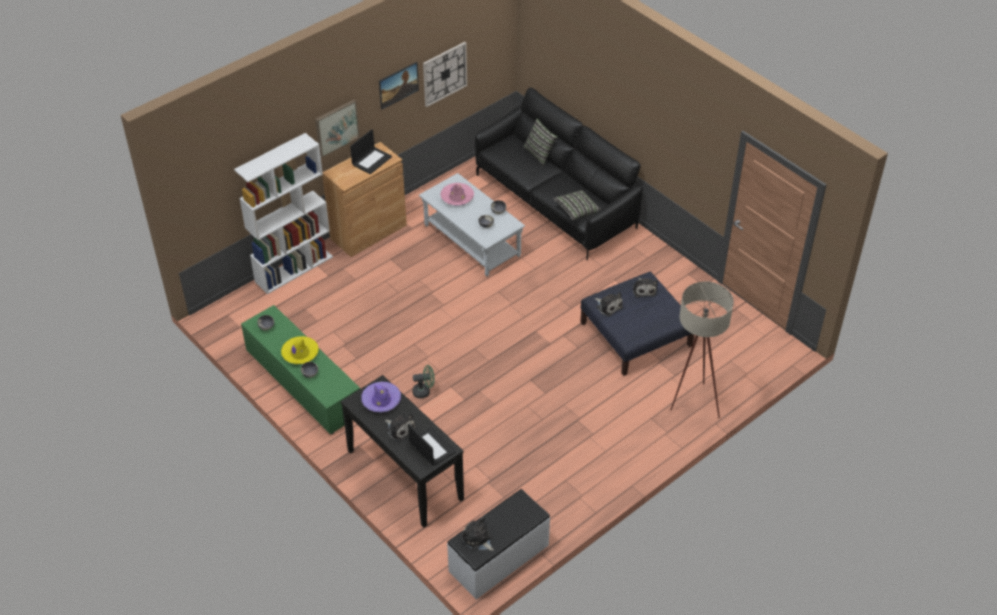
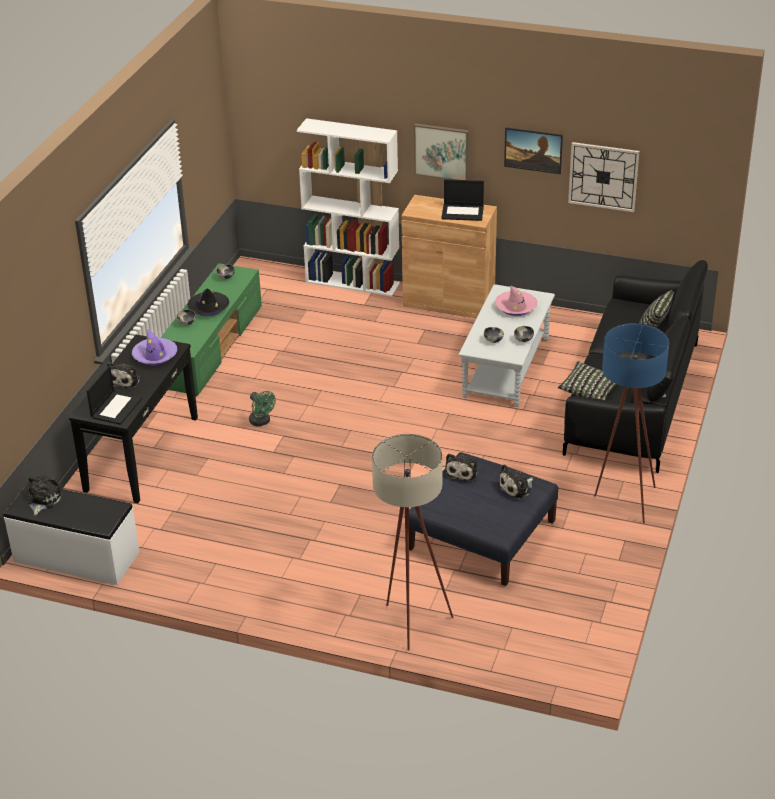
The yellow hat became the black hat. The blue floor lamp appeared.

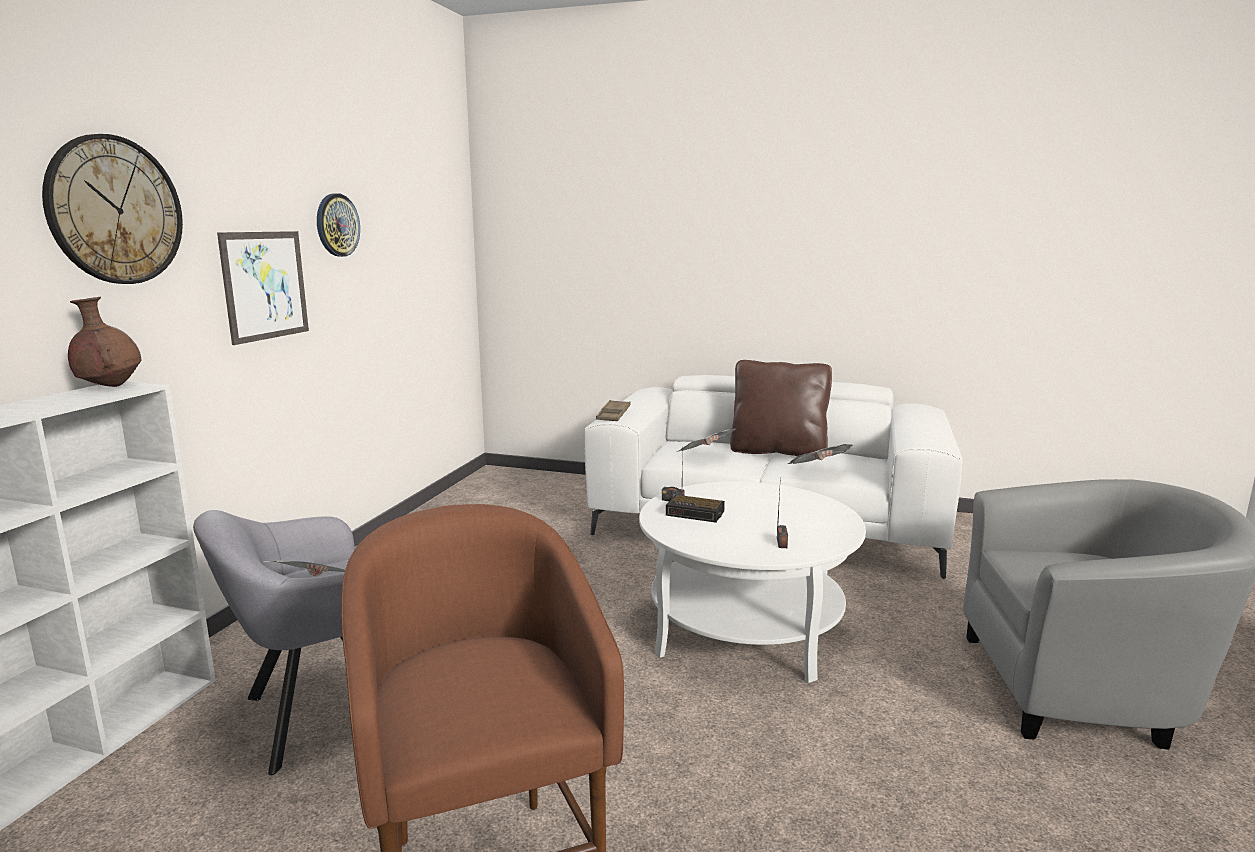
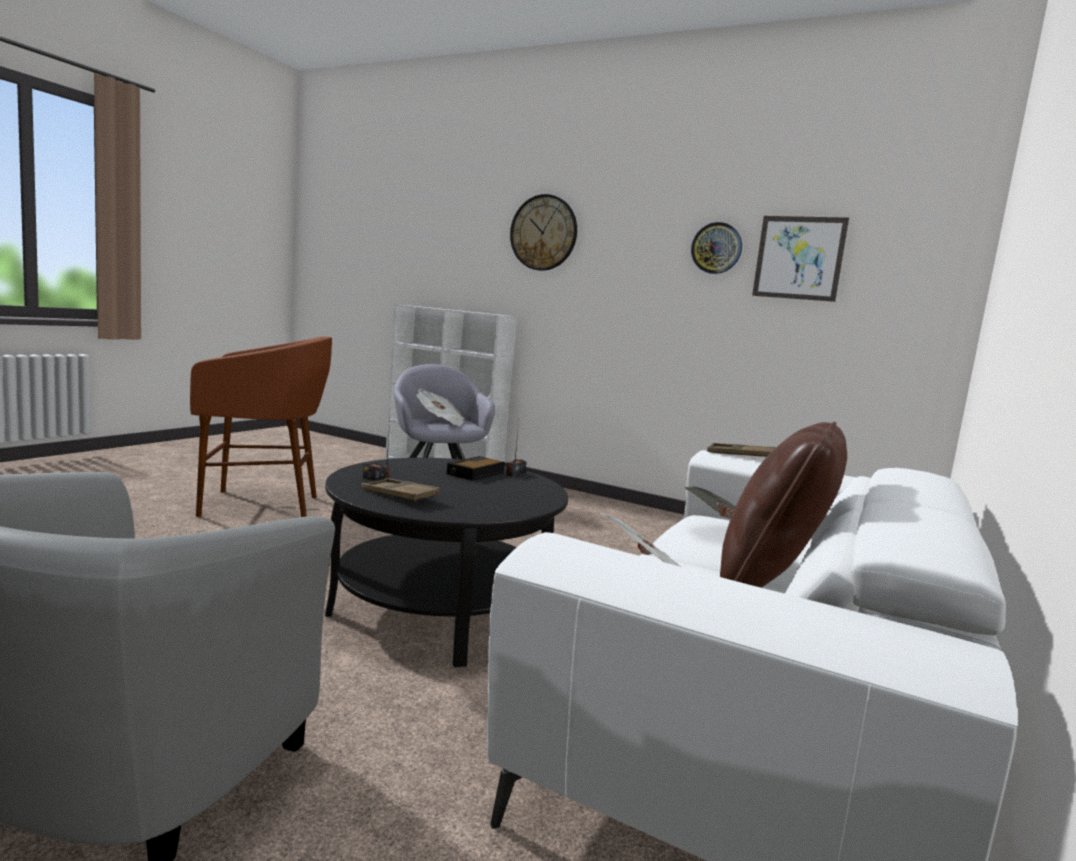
The brown vase disappeared. The picture moved. The white coffee table became the black coffee table. The brown tray (no. 1 from left) appeared.

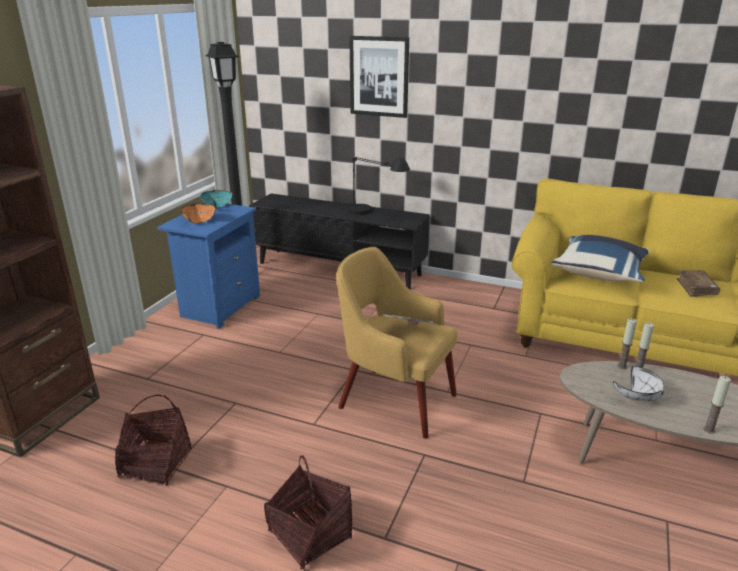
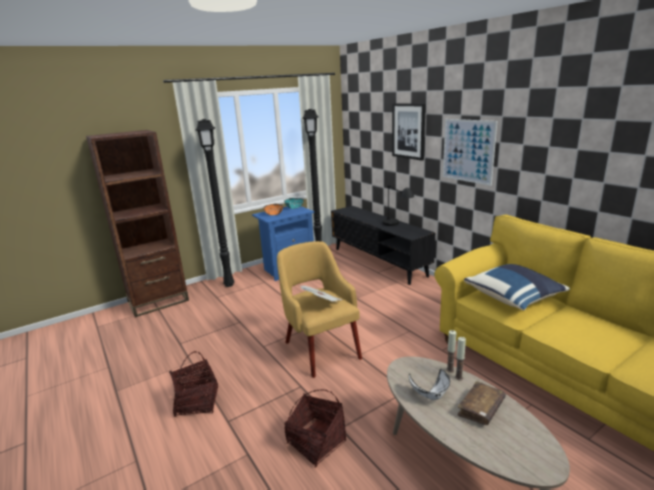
The basket (no. 1 from left in the first image) moved. The brown book moved. The candle (no. 3 from left) disappeared. The black floor lamp (no. 1 from left) appeared. The picture (no. 2 from left) appeared.

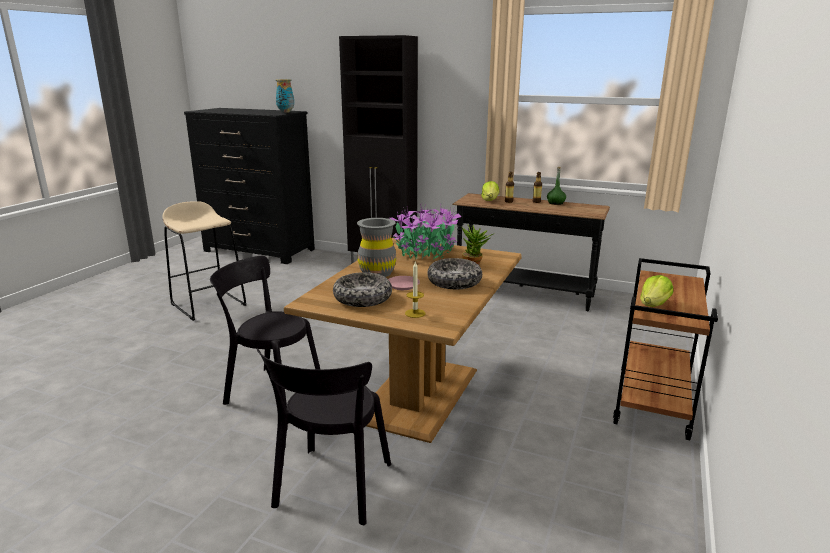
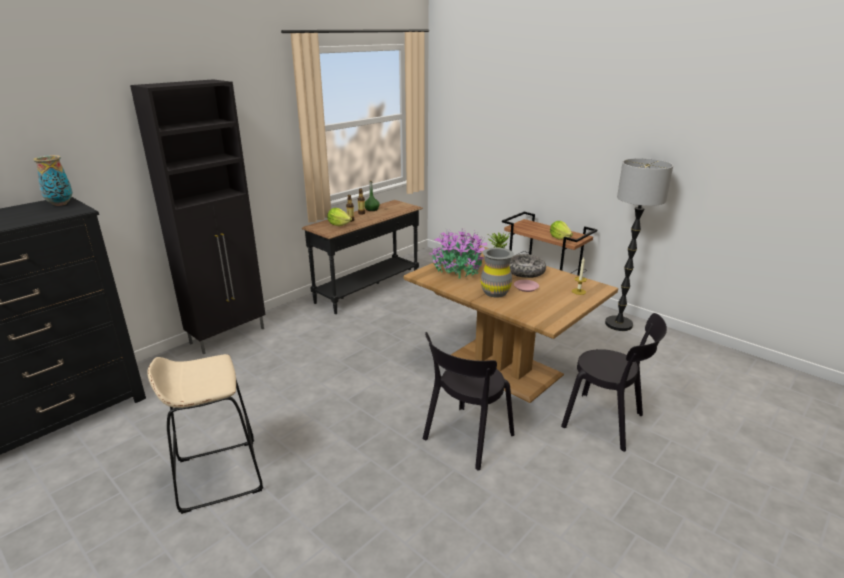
The bowl (no. 1 from left) disappeared. The floor lamp appeared.

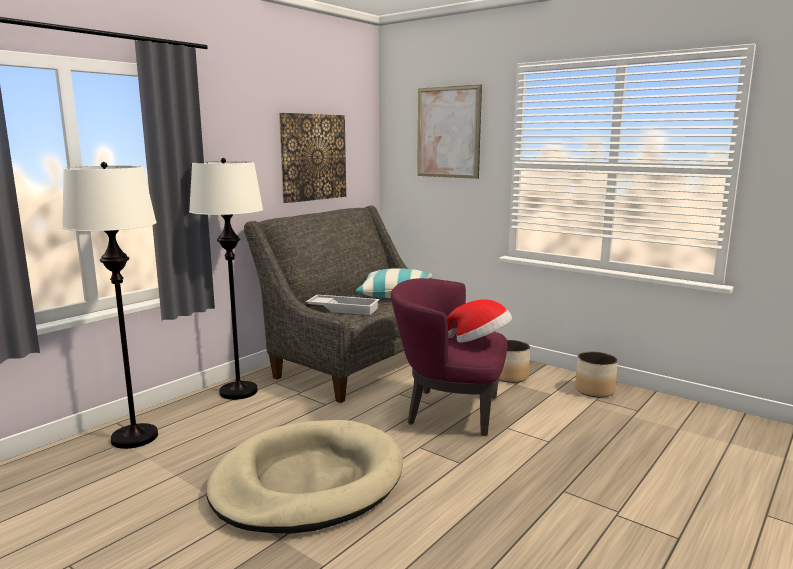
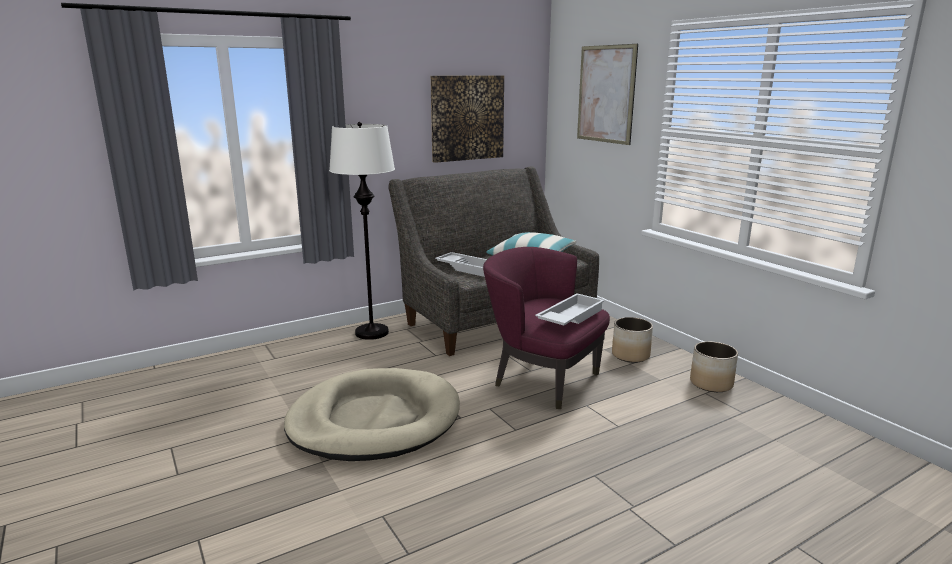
The white floor lamp (no. 1 from left) disappeared. The hat was replaced by the white tray (no. 2 from left).

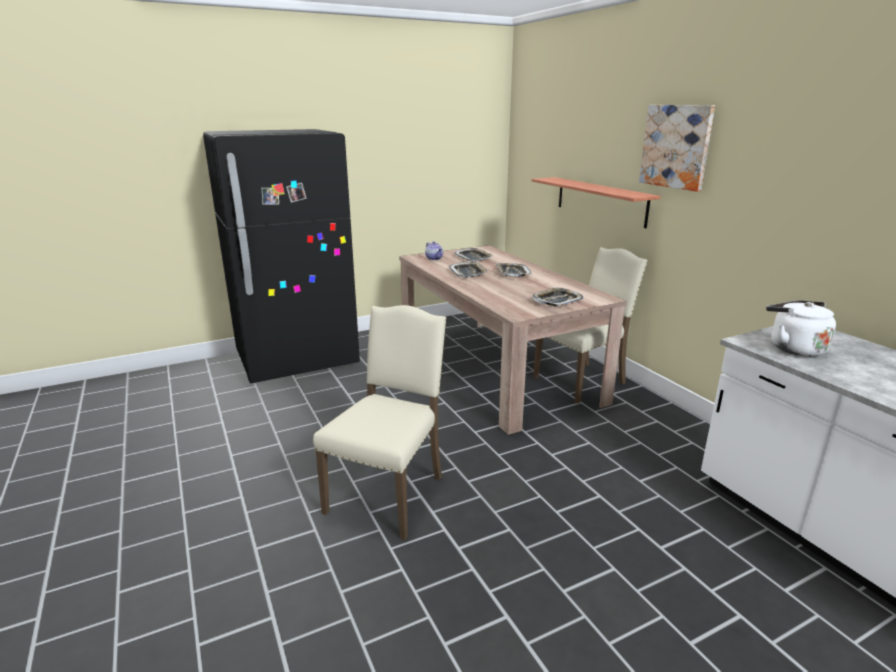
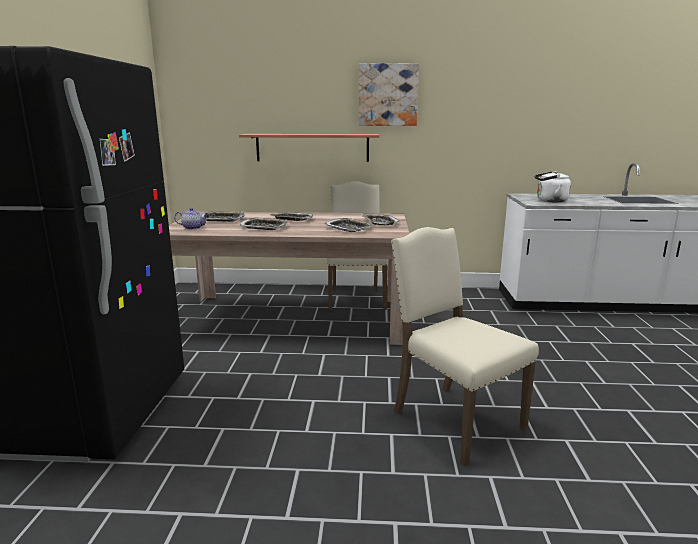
The tray (no. 4 from left) appeared.

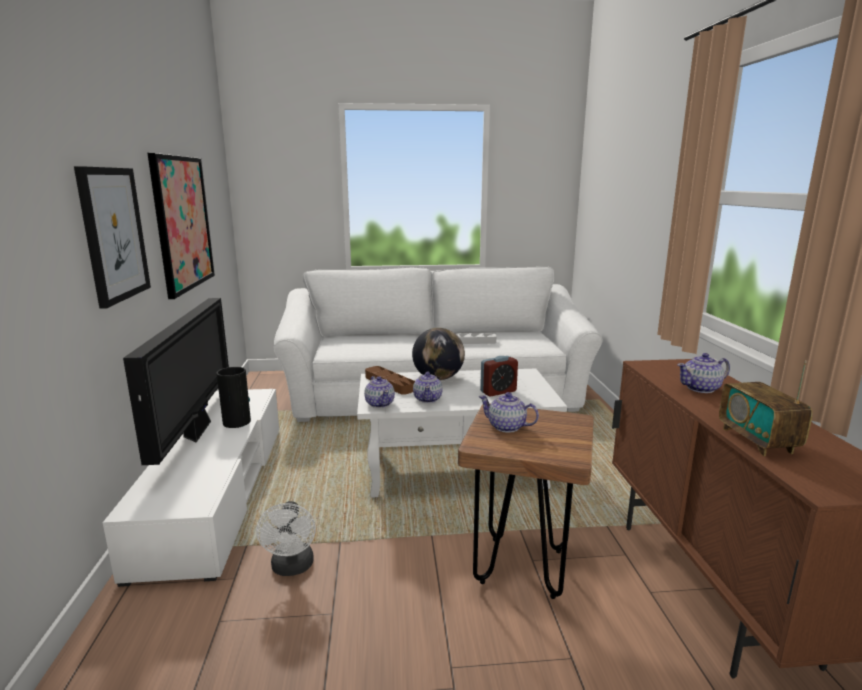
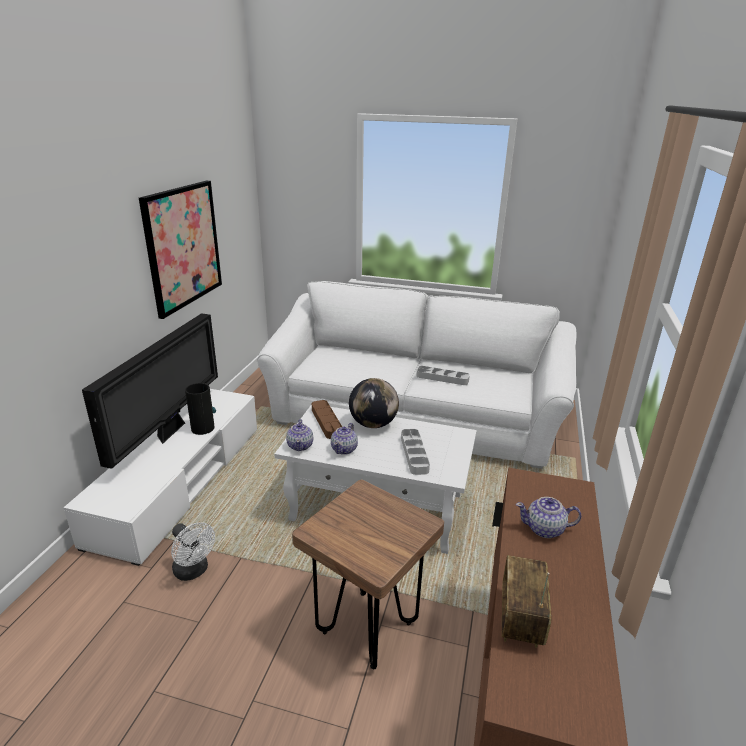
The picture (no. 1 from left) disappeared. The white fan turned 60 degrees counterclockwise. The teapot (no. 3 from left) disappeared. The alarm clock was replaced by the grey tray (no. 1 from left).

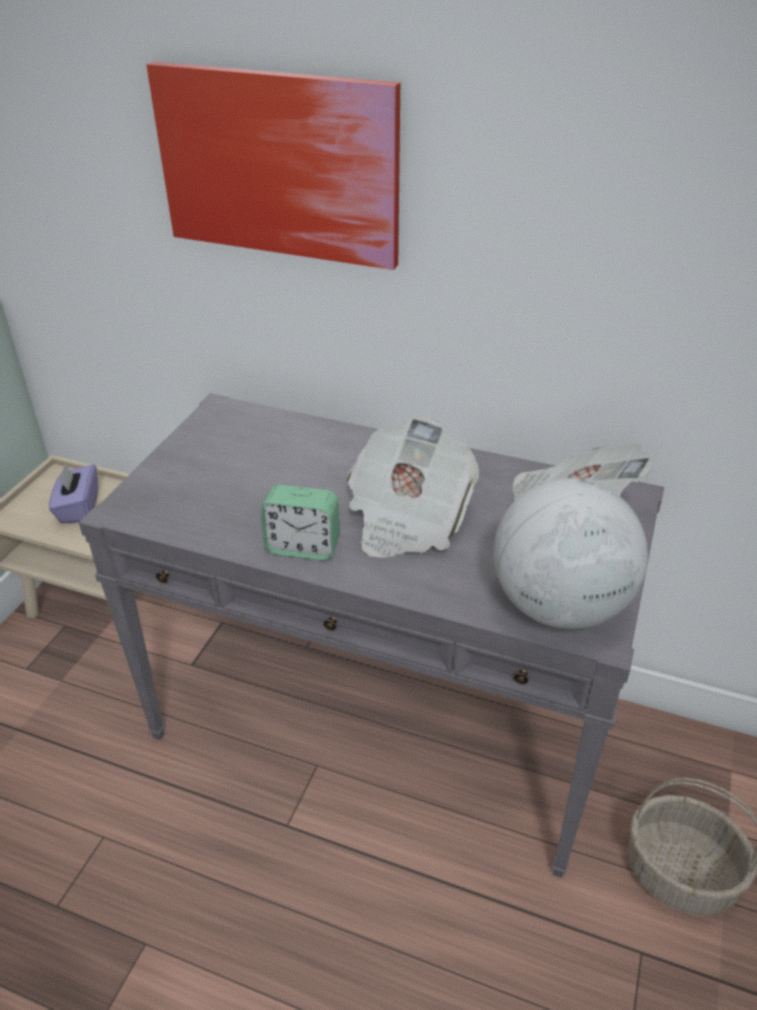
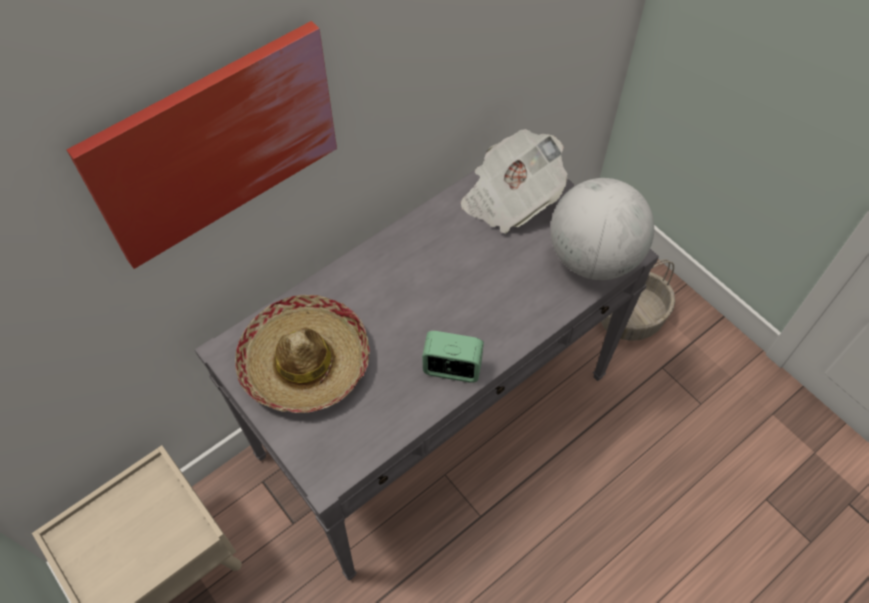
The purple tissue box disappeared. The alarm clock turned 120 degrees counterclockwise. The newspaper (no. 1 from left) disappeared. The hat appeared.

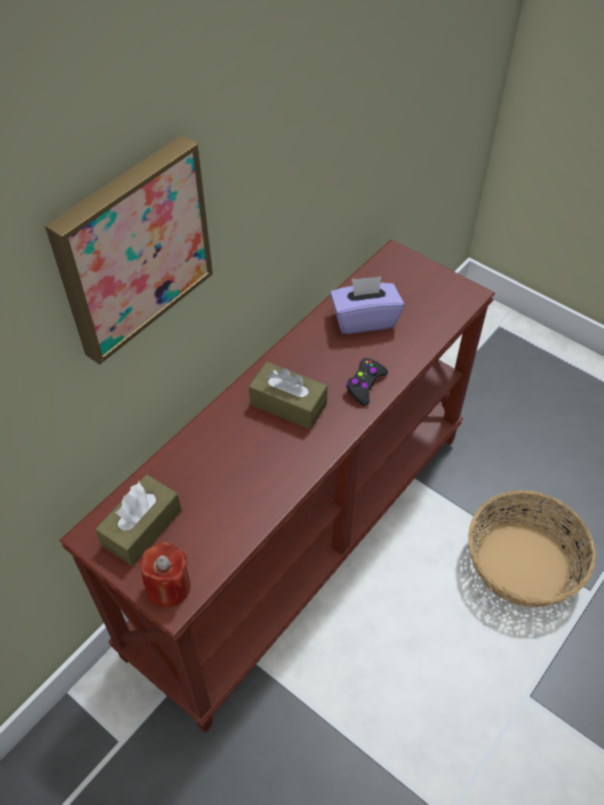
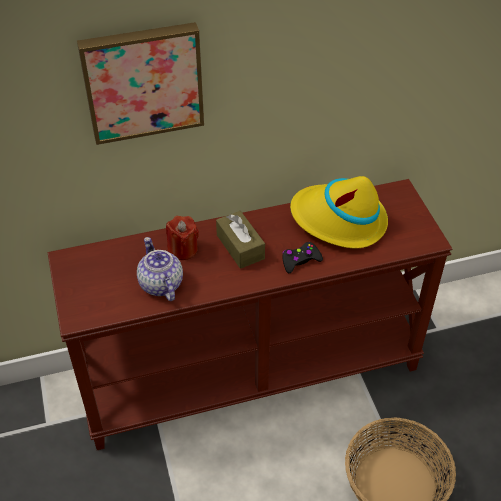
The brown tissue box (no. 1 from left) disappeared. The red candle moved. The purple tissue box was replaced by the yellow hat. The teapot appeared.

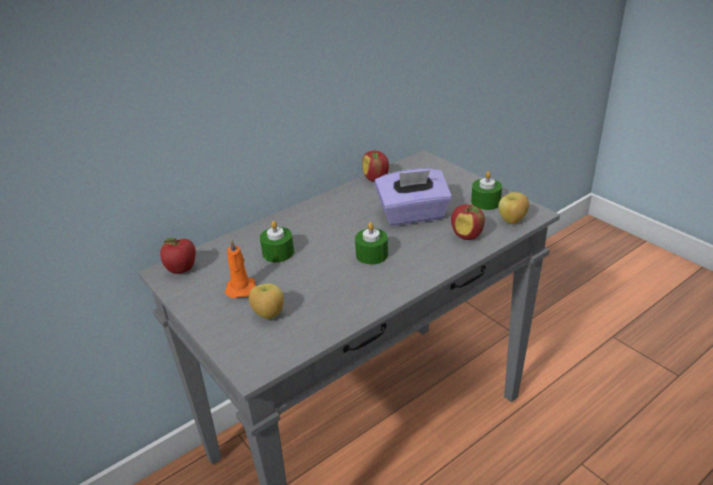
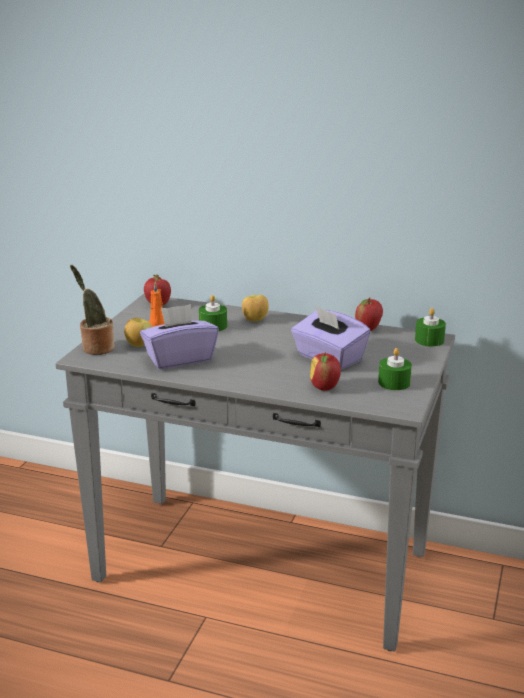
The green candle (no. 2 from left in the first image) moved. The apple (no. 5 from left in the first image) moved. The potted plant appeared. The purple tissue box (no. 1 from left) appeared.

